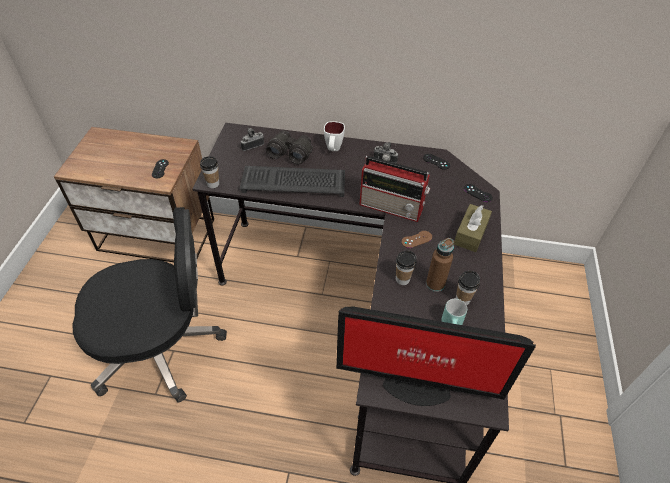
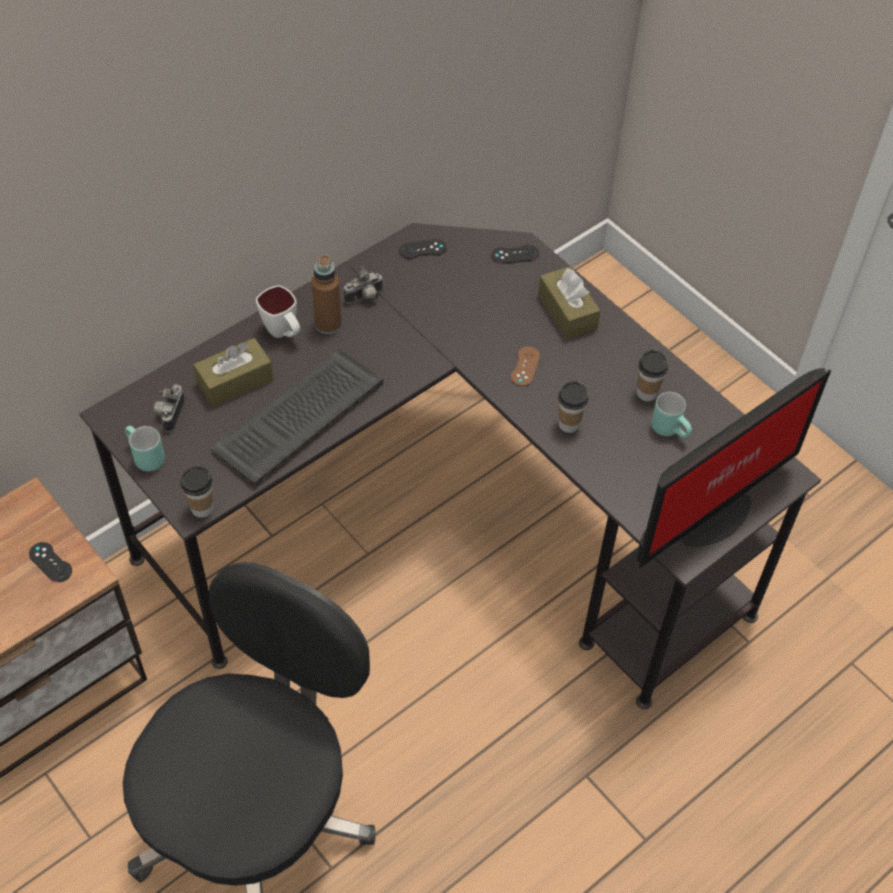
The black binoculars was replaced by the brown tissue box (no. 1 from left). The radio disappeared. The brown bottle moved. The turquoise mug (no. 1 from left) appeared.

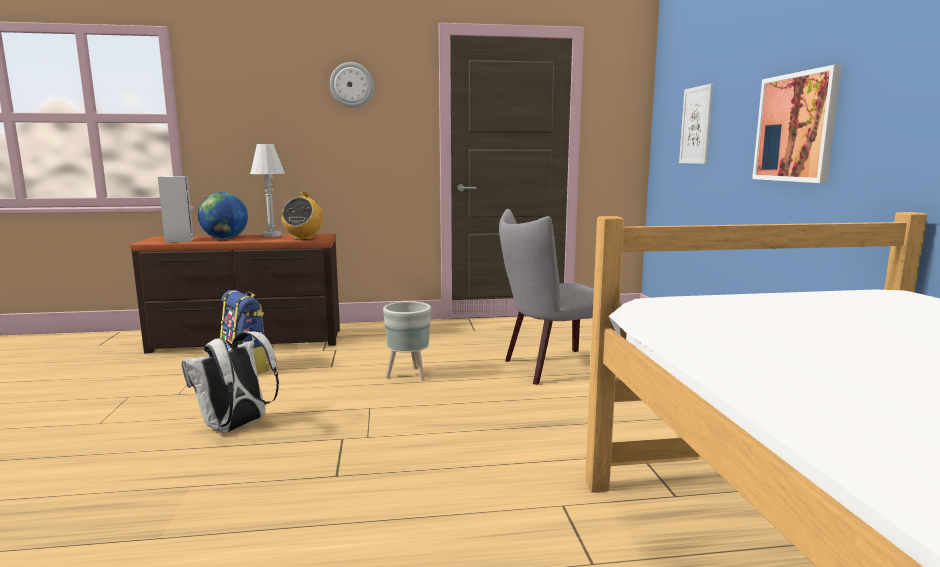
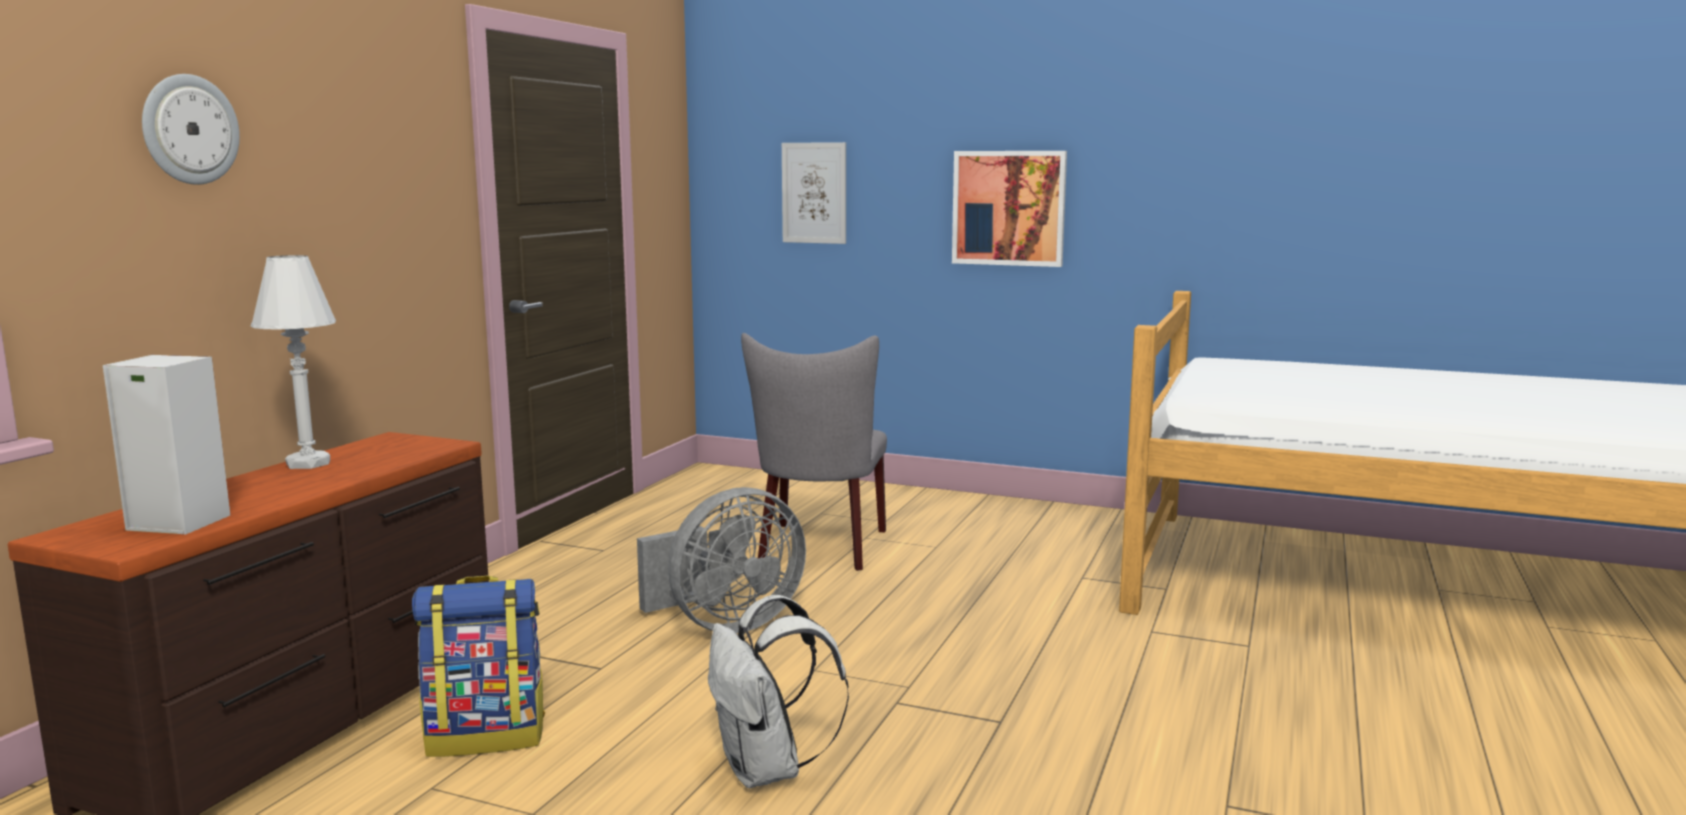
The globe disappeared. The radio disappeared. The wall clock moved. The grey planter was replaced by the grey fan.

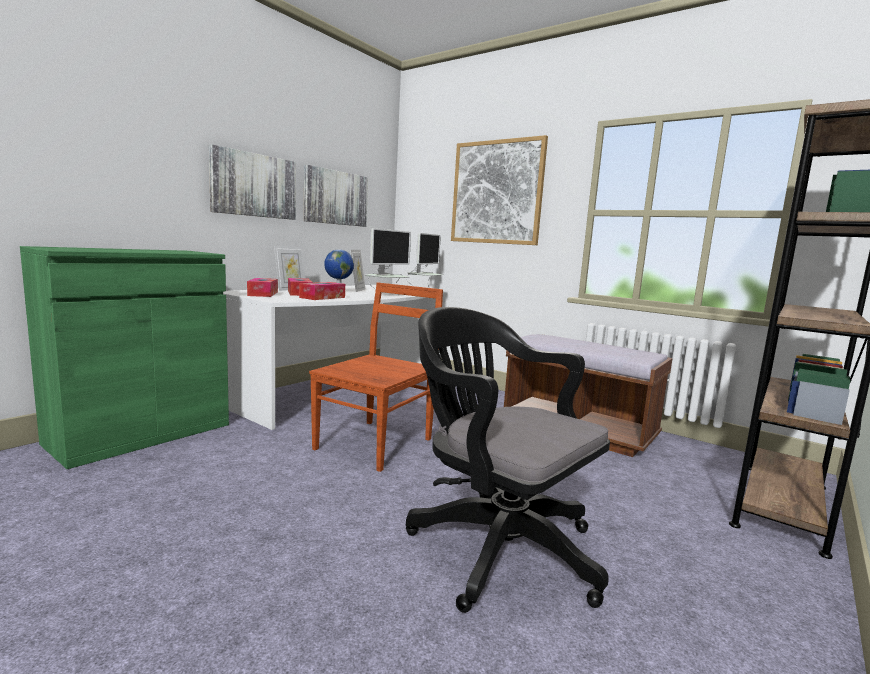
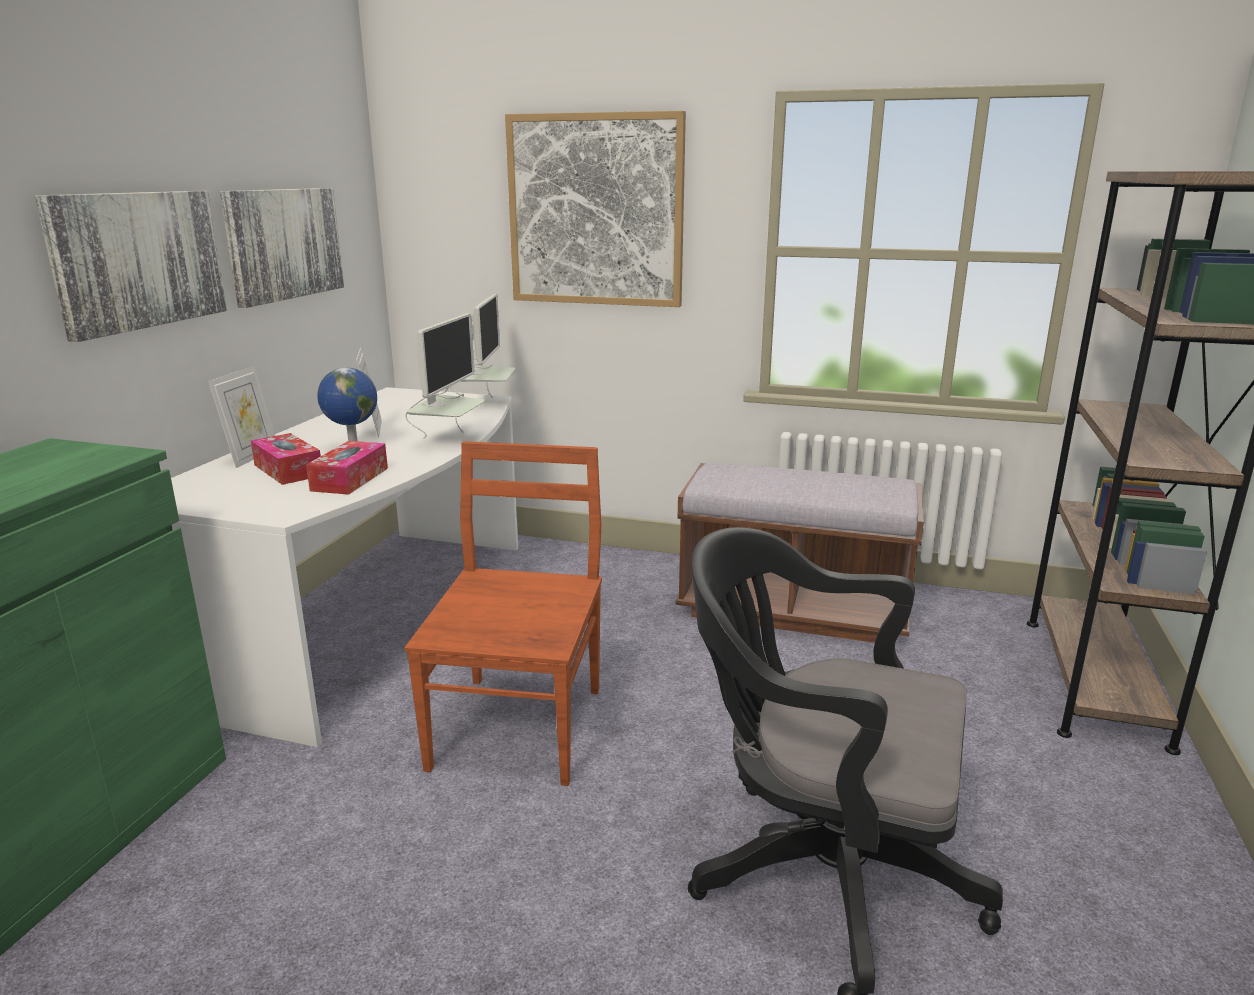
The tissue box (no. 1 from left) disappeared.

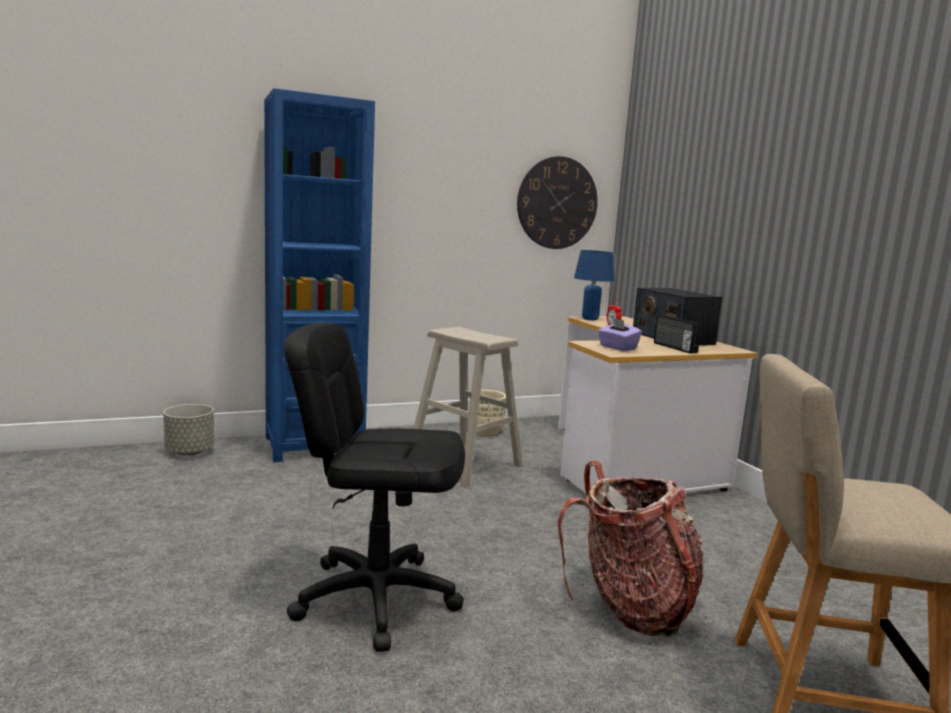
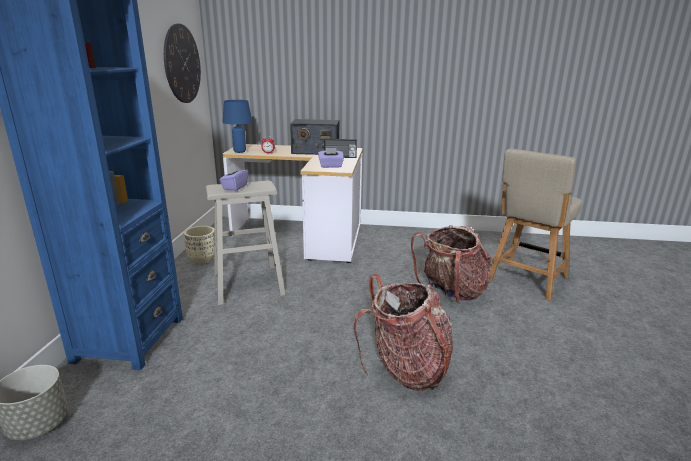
The black office chair was replaced by the backpack (no. 1 from left). The purple tissue box (no. 1 from left) appeared.

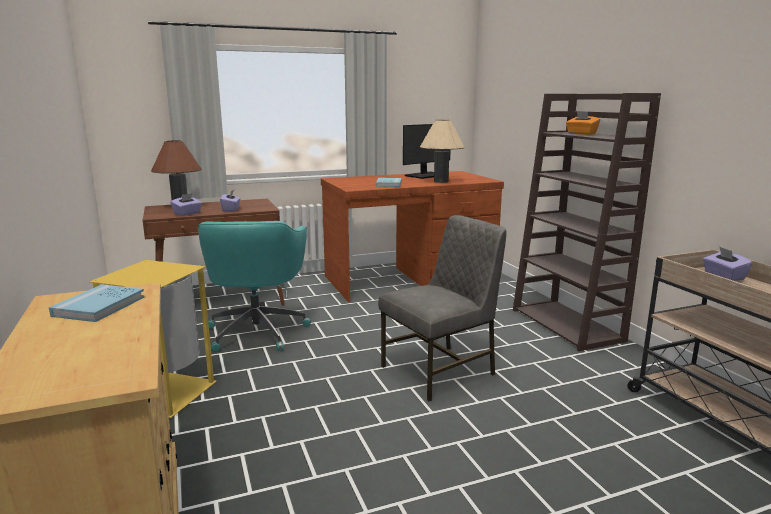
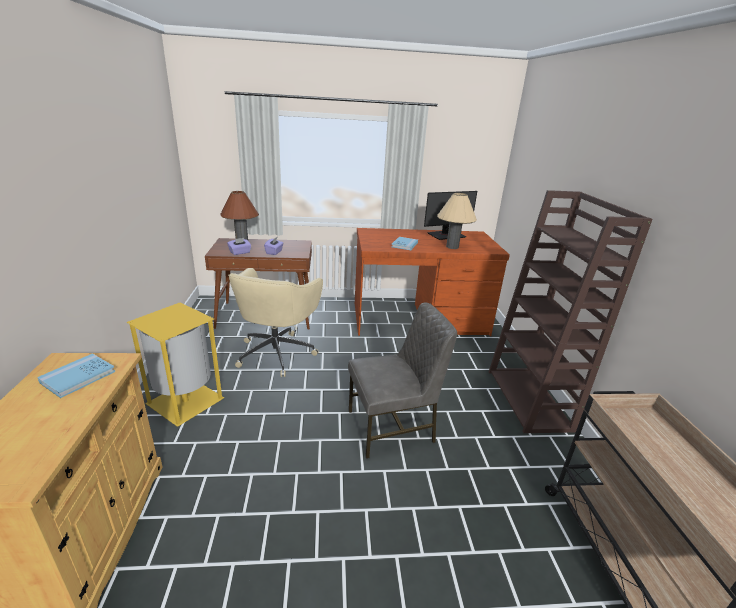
The turquoise office chair became the beige office chair. The orange tissue box disappeared. The purple tissue box (no. 3 from left) disappeared.

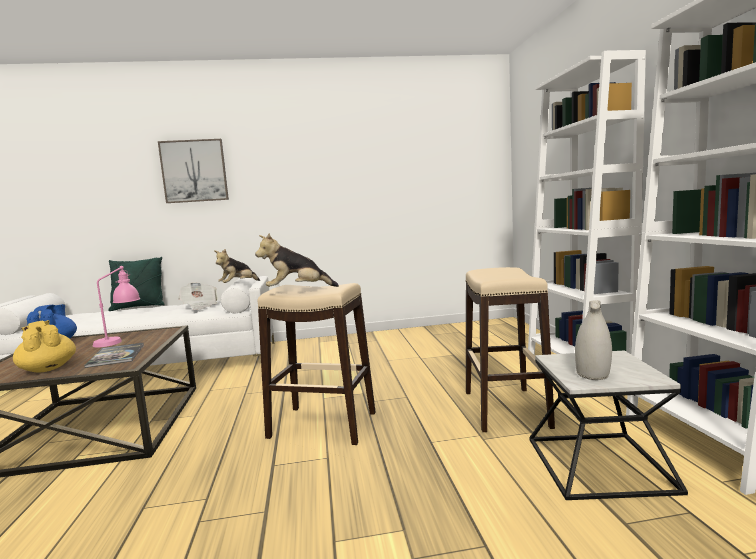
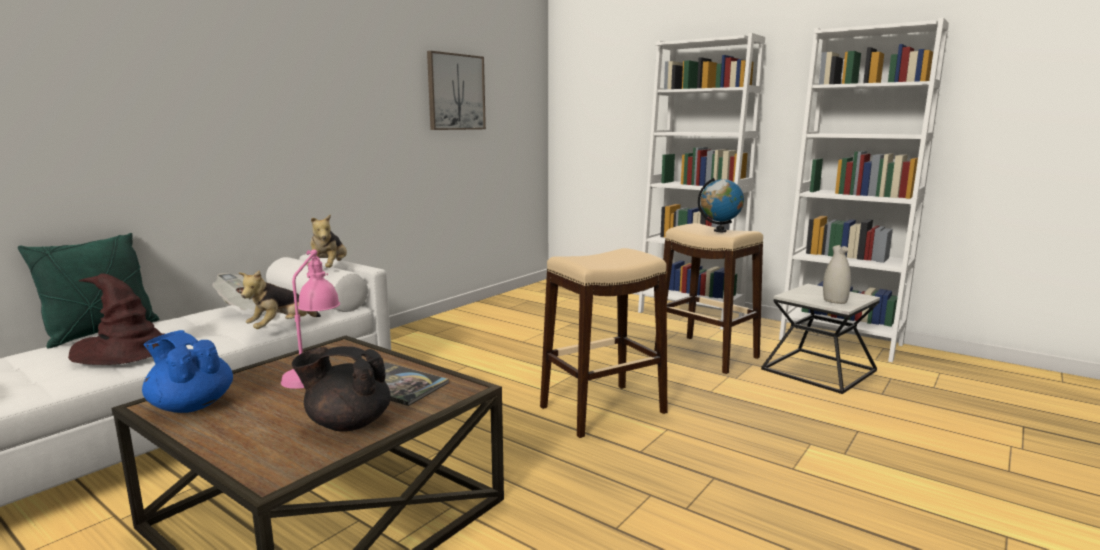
The yellow teapot became the black teapot. The picture moved. The plush toy (no. 2 from left in the first image) moved. The brown hat appeared. The globe appeared.

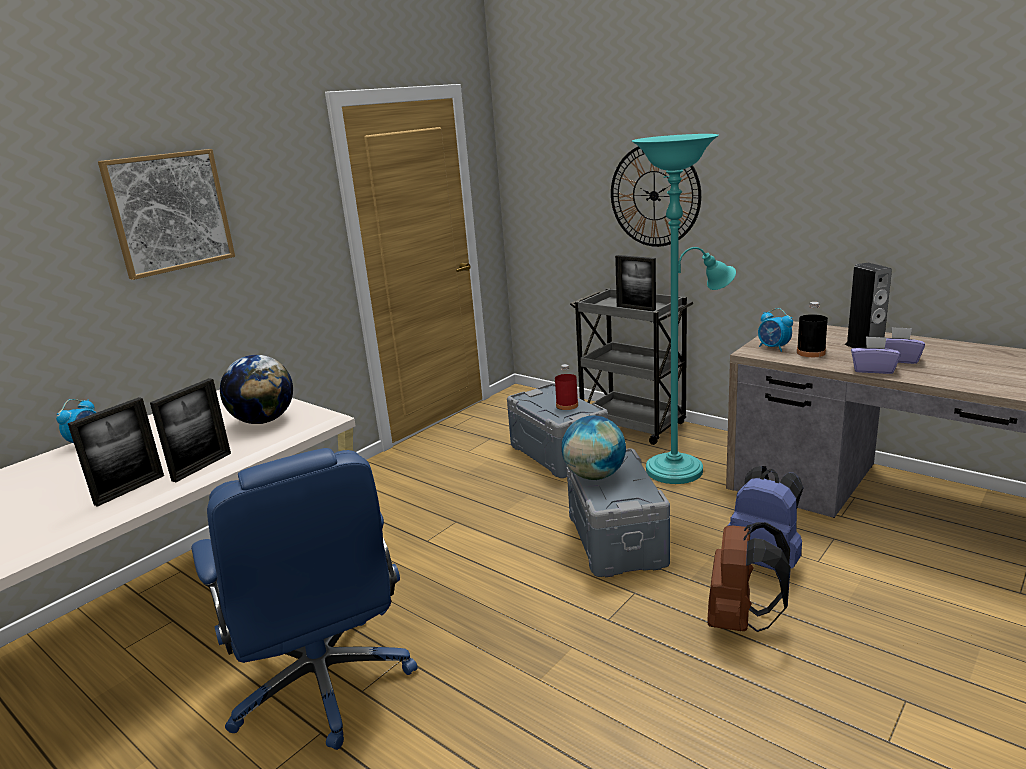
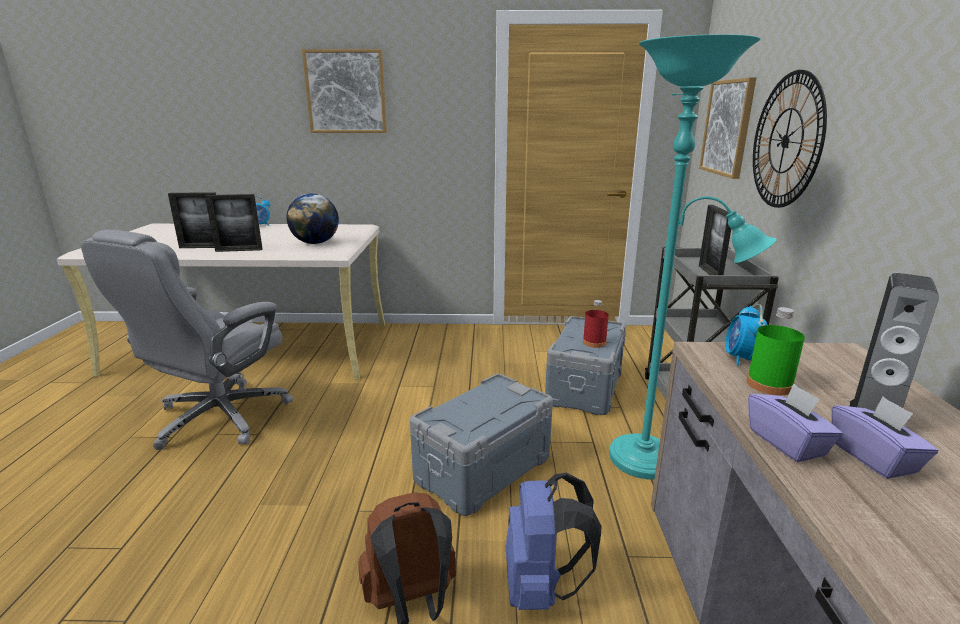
The blue office chair became the grey office chair. The globe (no. 2 from left) disappeared. The black bottle became the green bottle. The picture (no. 2 from left) appeared.

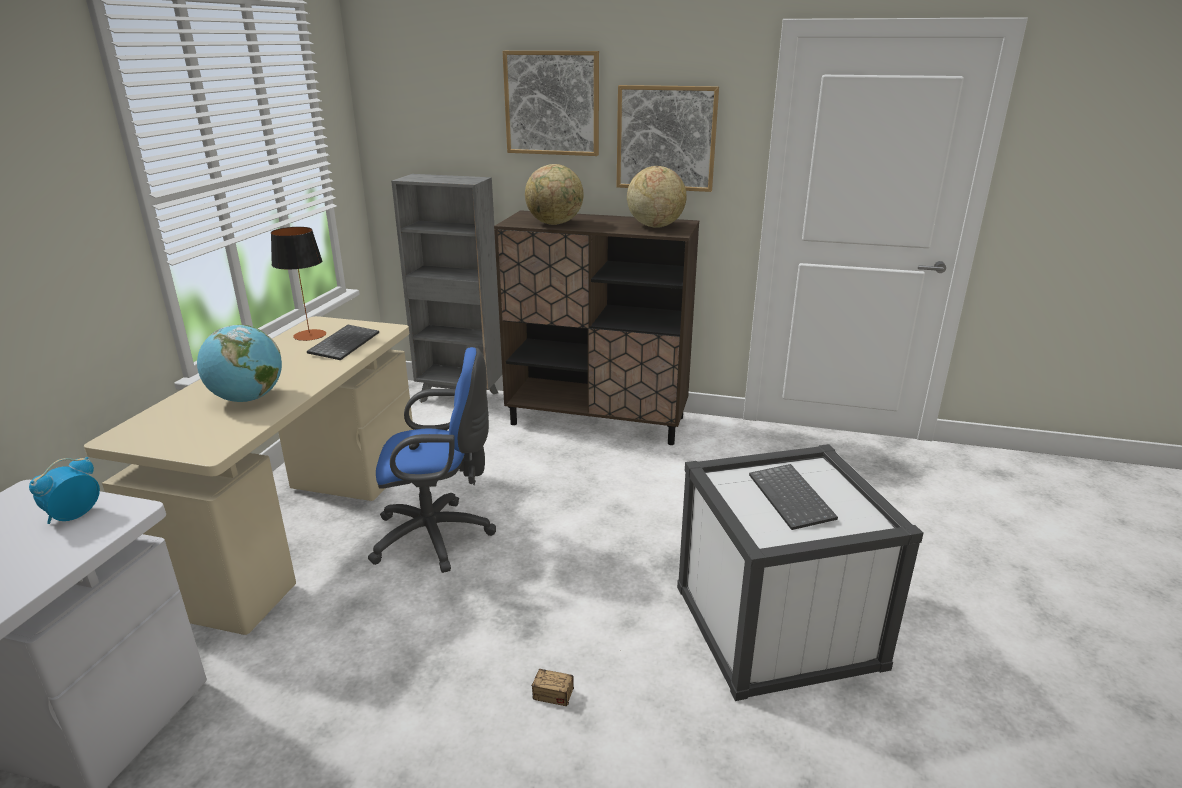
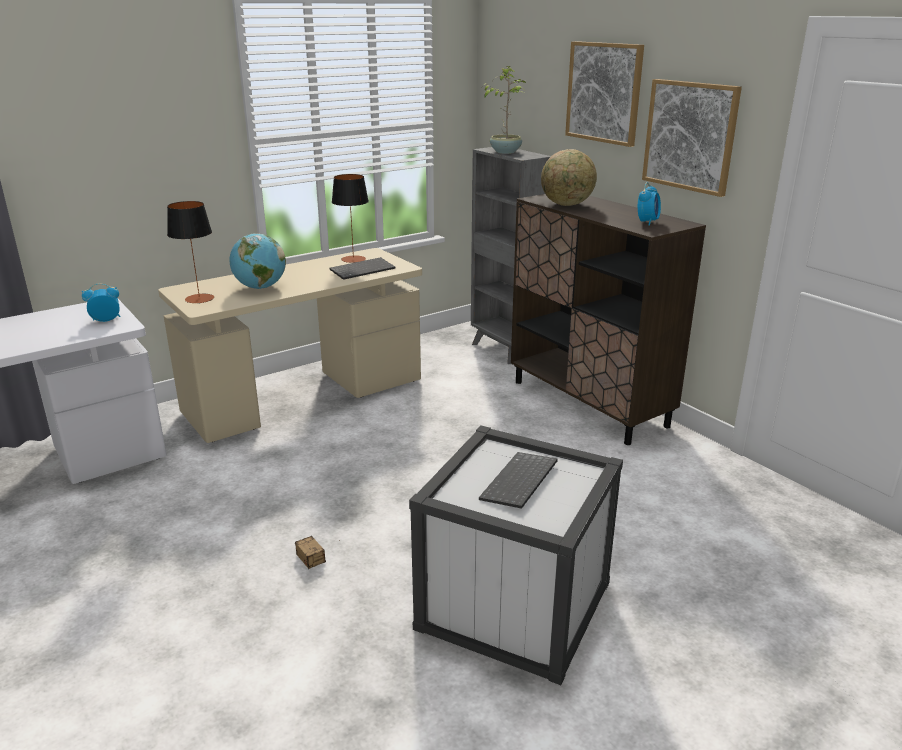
The blue office chair disappeared. The globe (no. 3 from left) was replaced by the alarm clock (no. 2 from left). The table lamp (no. 1 from left) appeared. The potted plant appeared.

